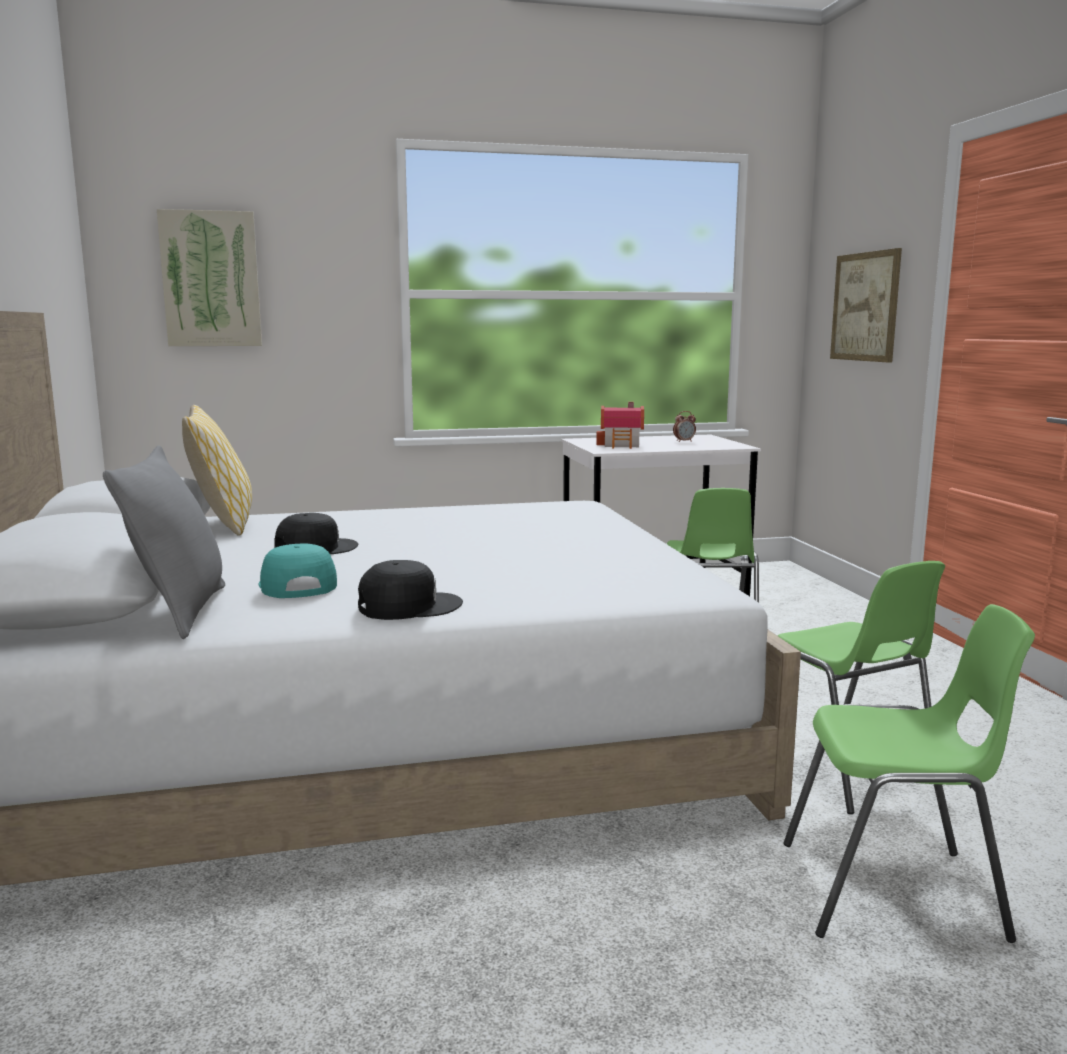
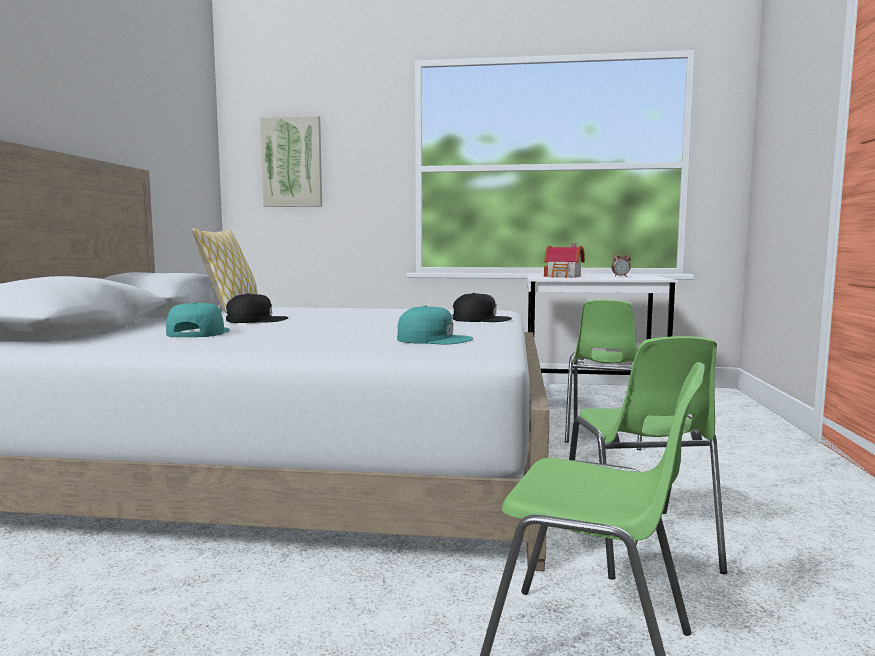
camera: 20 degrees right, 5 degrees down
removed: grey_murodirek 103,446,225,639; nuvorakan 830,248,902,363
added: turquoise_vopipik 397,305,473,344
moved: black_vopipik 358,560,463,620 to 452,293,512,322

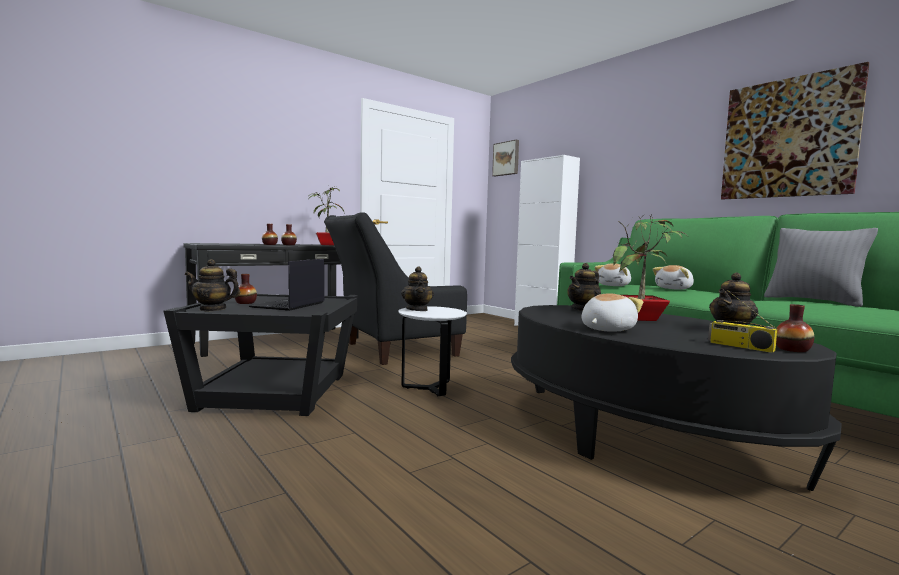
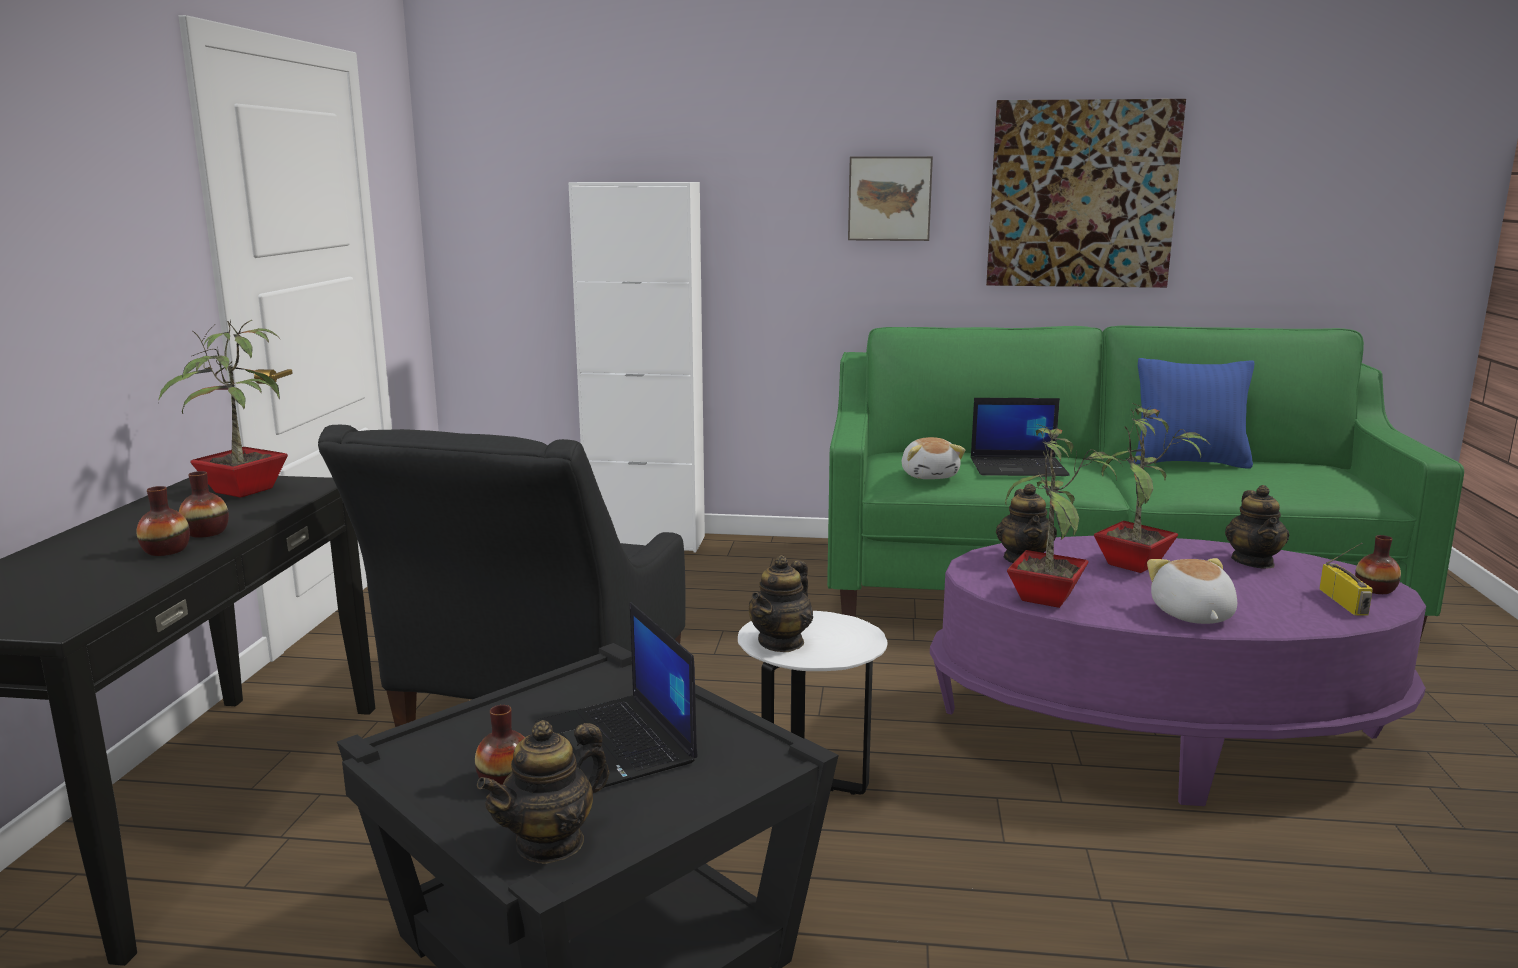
camera: 45 degrees left, 10 degrees up
added: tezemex 1005,424,1123,608
moved: nuvorakan 492,140,519,176 to 848,156,933,241
replaced: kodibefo 653,265,694,290 to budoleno 971,398,1070,476
recoloured: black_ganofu 511,305,842,491 to purple_ganofu 930,536,1426,806; grey_murodirek 764,228,878,307 to blue_murodirek 1134,358,1254,469
turned: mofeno 401,266,434,311 = 749,555,813,652 90 degrees clockwise; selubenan 708,290,778,353 = 1319,543,1373,615 90 degrees counterclockwise

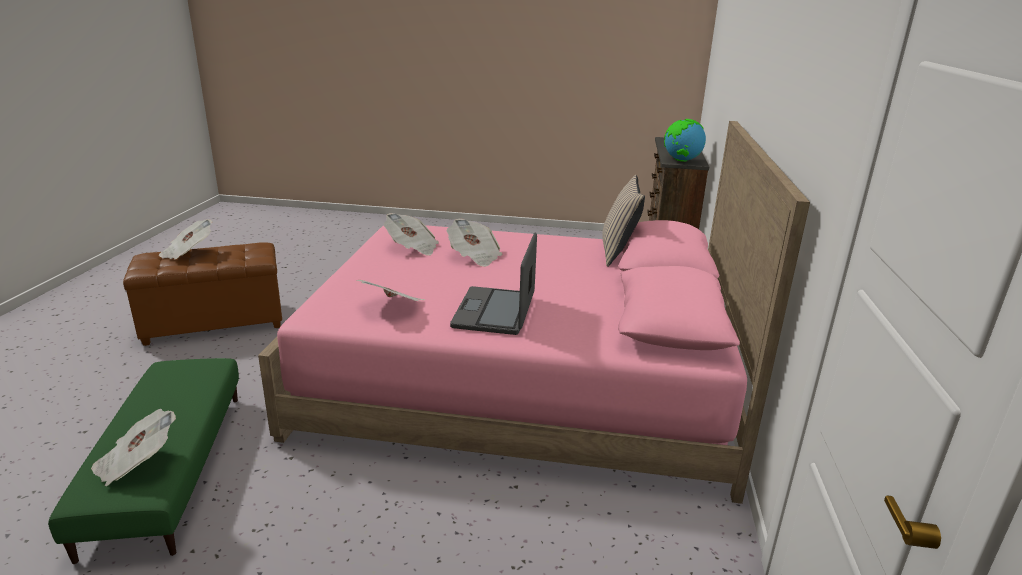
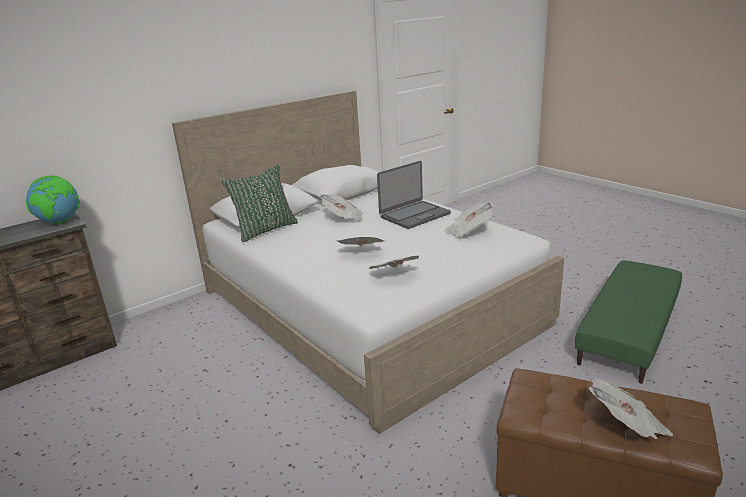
camera: 135 degrees left, 0 degrees up
moved: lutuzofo 91,409,176,486 to 320,194,363,222
recoloured: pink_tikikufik 258,121,810,504 to white_tikikufik 172,90,564,434; beige_murodirek 602,175,645,267 to green_murodirek 222,165,298,242

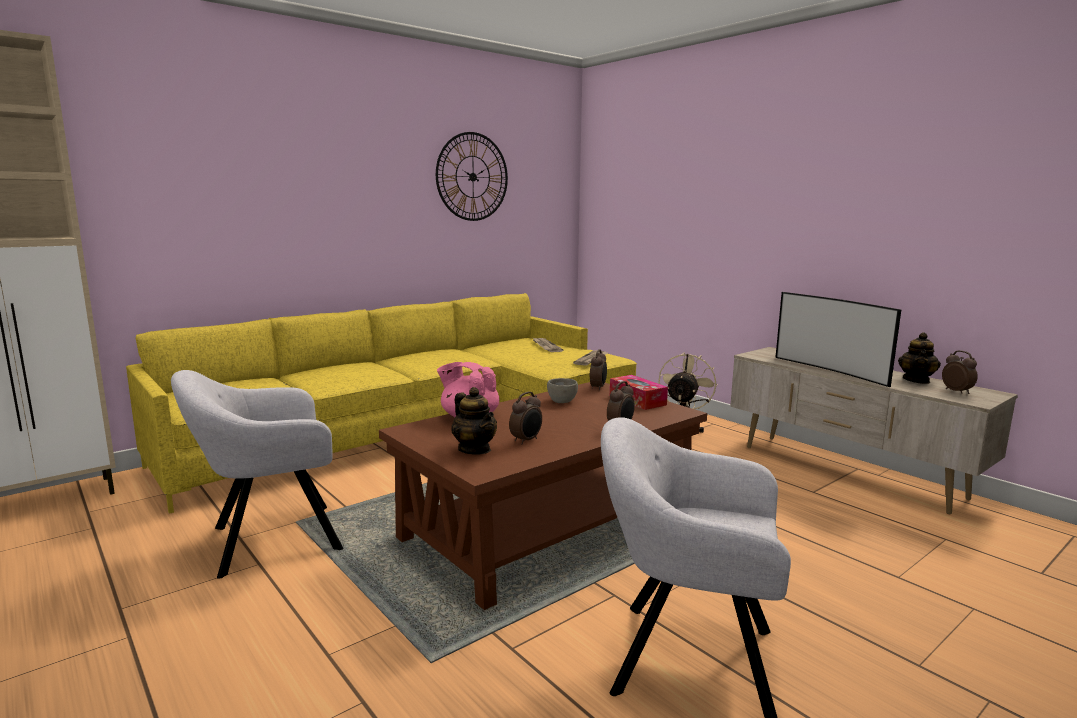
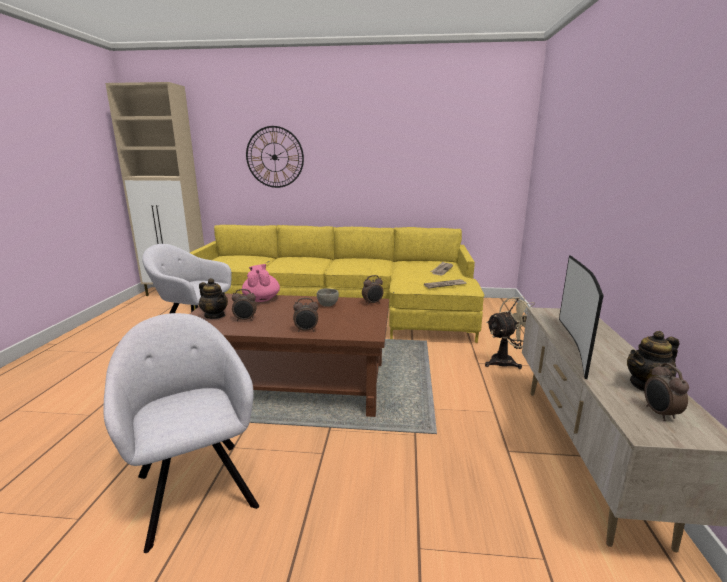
camera: 45 degrees right, 5 degrees up
removed: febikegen 610,375,668,410
moved: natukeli 436,132,508,221 to 246,126,304,188
turned: mofeno 451,387,497,455 = 199,278,228,319 60 degrees counterclockwise; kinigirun 942,350,978,394 = 644,363,689,421 150 degrees clockwise

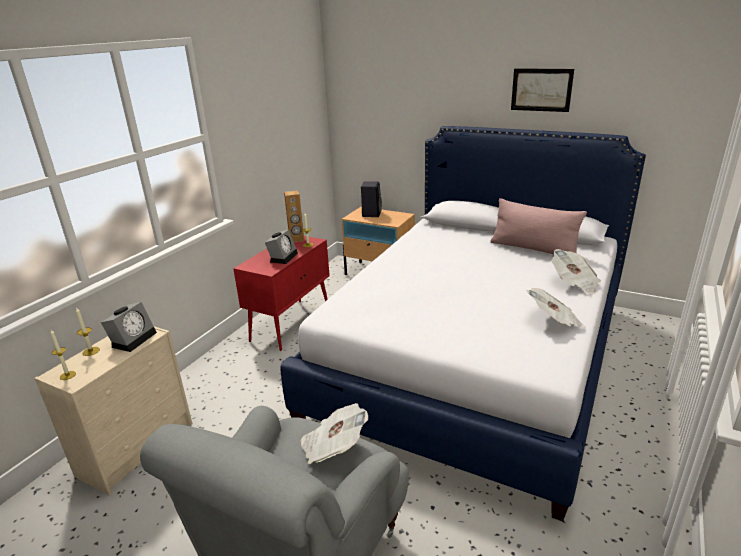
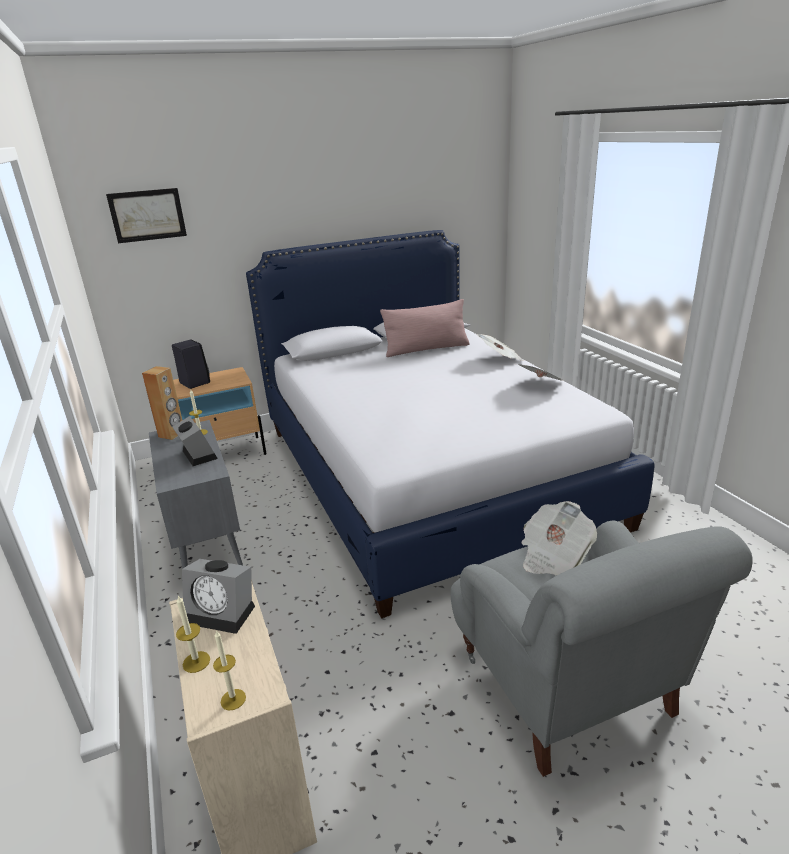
camera: 50 degrees left, 0 degrees up
moved: nuvorakan 511,69,574,112 to 106,188,187,243
recoloured: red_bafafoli 233,236,330,351 to grey_bafafoli 149,420,243,569
turned: kinigirun 101,302,157,352 = 182,559,255,634 135 degrees clockwise

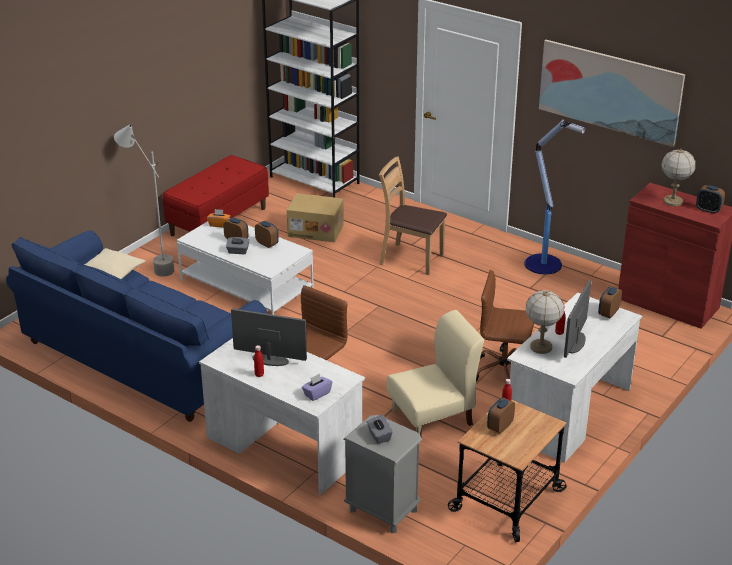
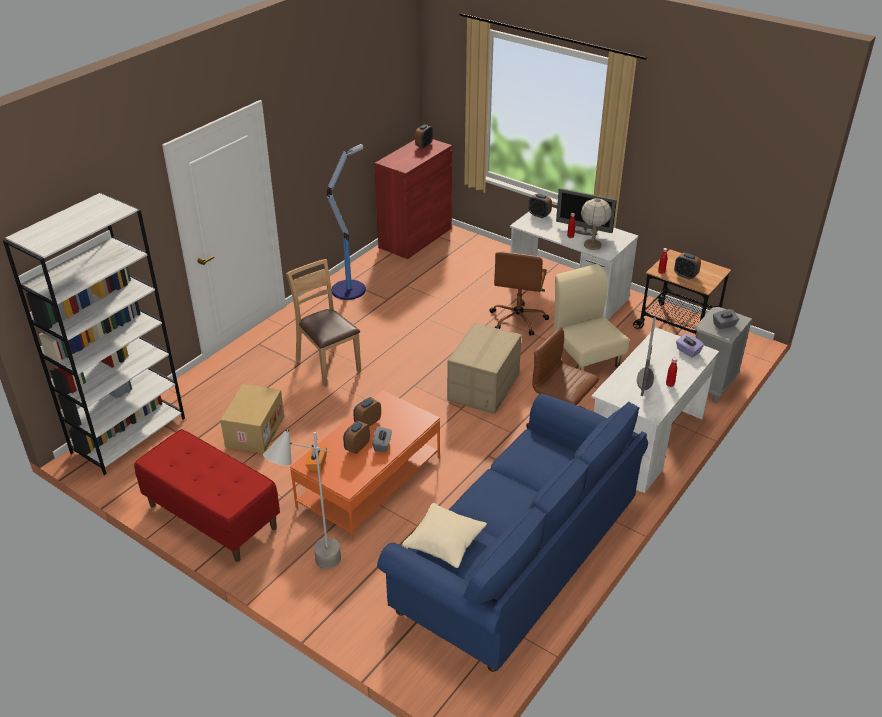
camera: 90 degrees left, 5 degrees up
removed: nuvorakan 539,40,685,147; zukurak 661,149,696,206
added: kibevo 447,323,522,414
recoloured: white_ganofu 177,221,314,315 to orange_ganofu 290,390,440,540
turned: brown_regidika 379,157,447,275 = 286,259,361,387 120 degrees clockwise

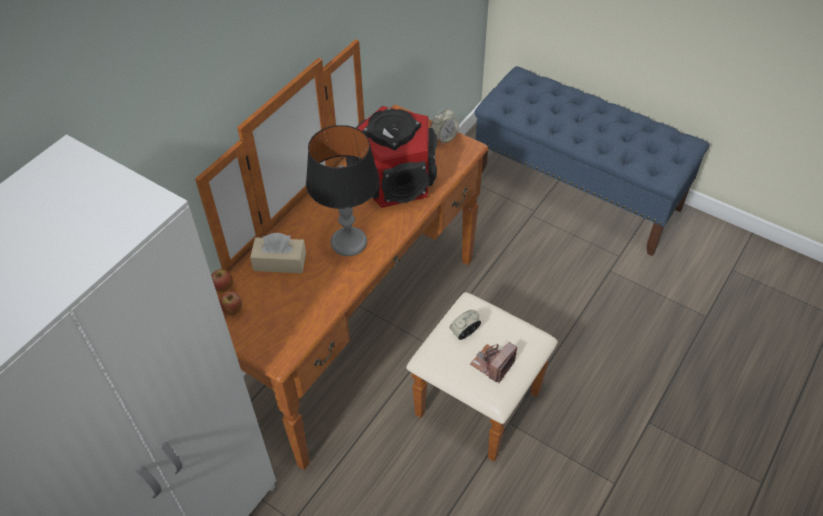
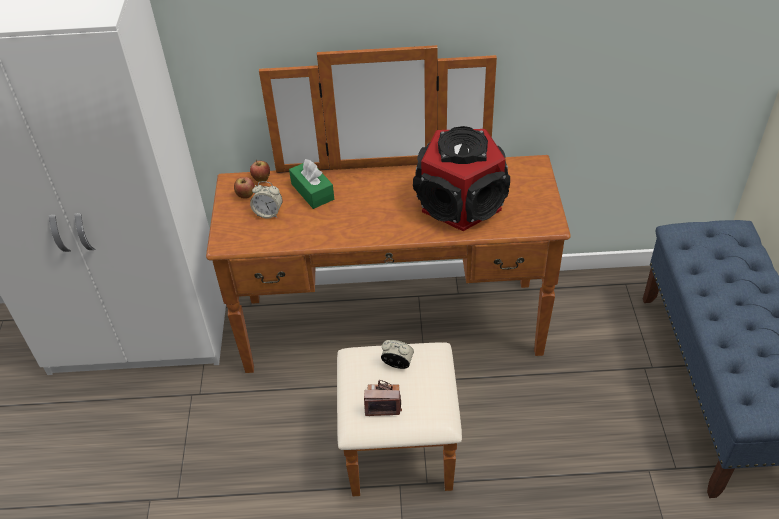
camera: 55 degrees right, 5 degrees down
removed: zukurak 306,125,379,256
moved: kinigirun 431,107,459,145 to 250,181,282,218
recoloured: beige_febikegen 250,233,306,273 to green_febikegen 289,159,334,209

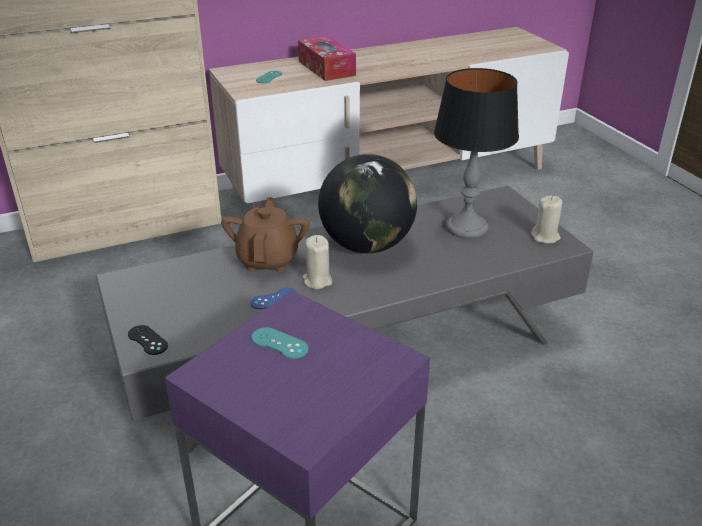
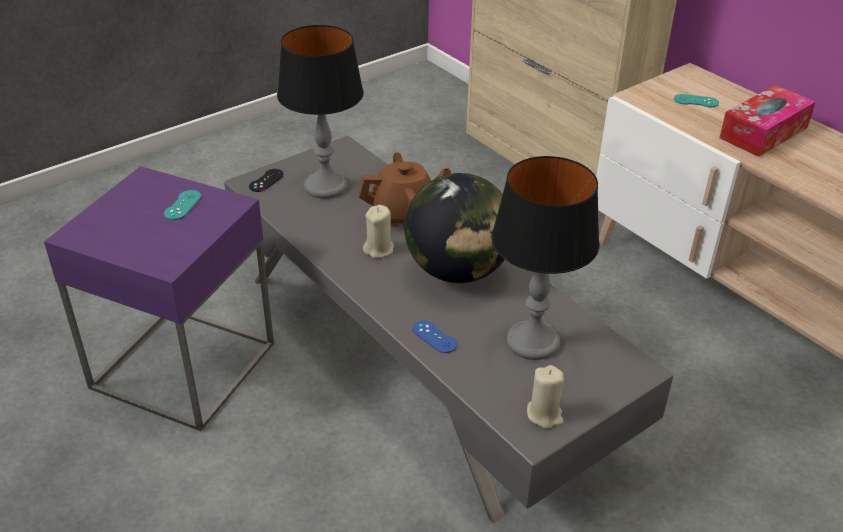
camera: 75 degrees right, 5 degrees up
added: zukurak 277,25,364,199
moved: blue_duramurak 250,288,297,309 to 413,320,457,353

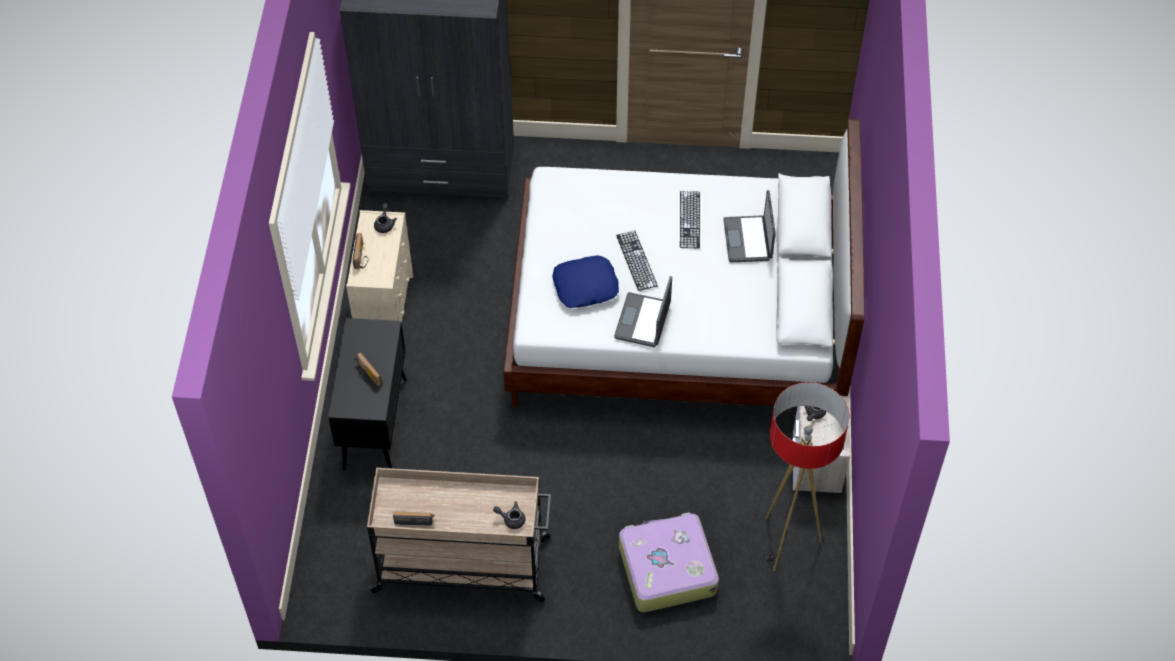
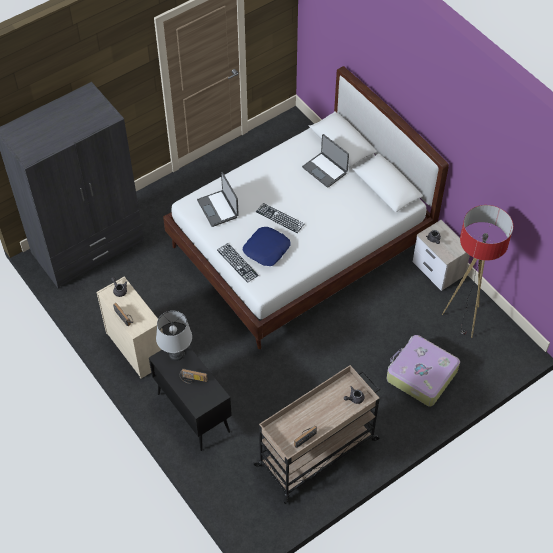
camera: 40 degrees left, 0 degrees up
added: grey_zukurak 156,311,192,361
moved: budoleno 614,276,672,347 to 197,172,239,227; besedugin 680,191,700,248 to 217,243,259,283

